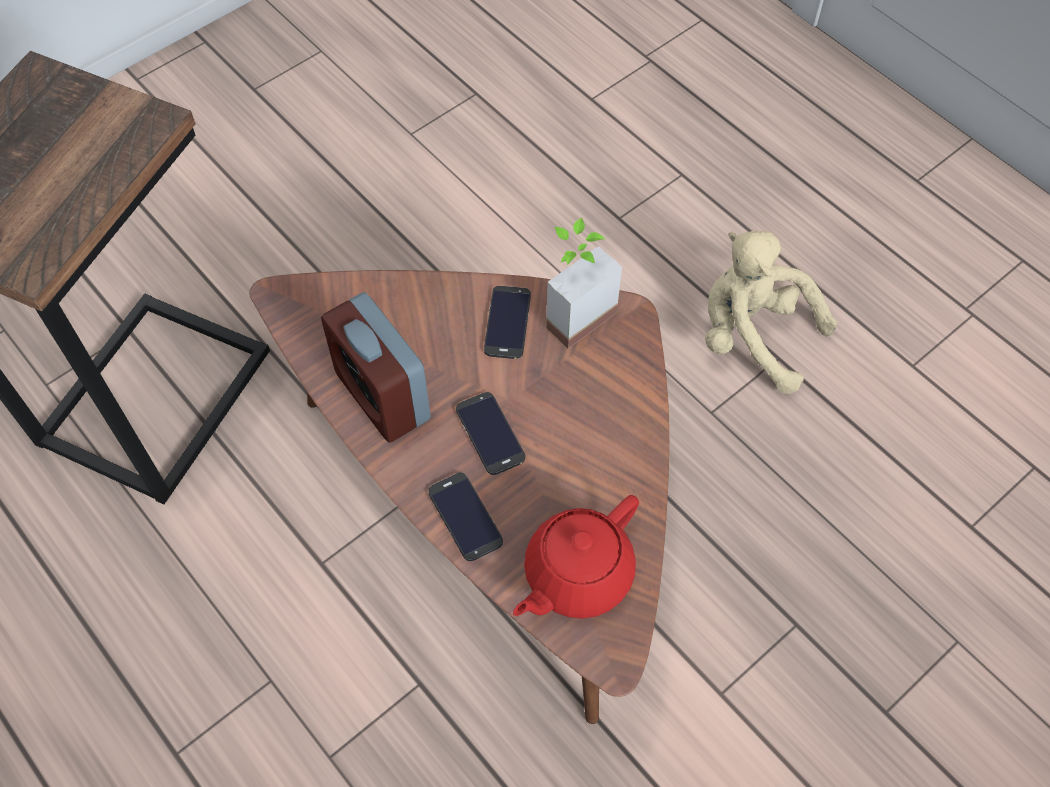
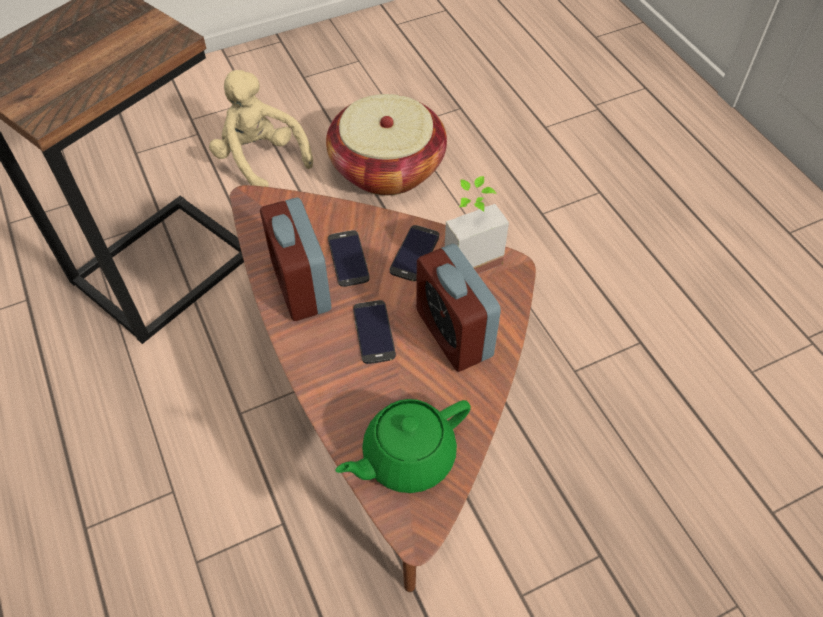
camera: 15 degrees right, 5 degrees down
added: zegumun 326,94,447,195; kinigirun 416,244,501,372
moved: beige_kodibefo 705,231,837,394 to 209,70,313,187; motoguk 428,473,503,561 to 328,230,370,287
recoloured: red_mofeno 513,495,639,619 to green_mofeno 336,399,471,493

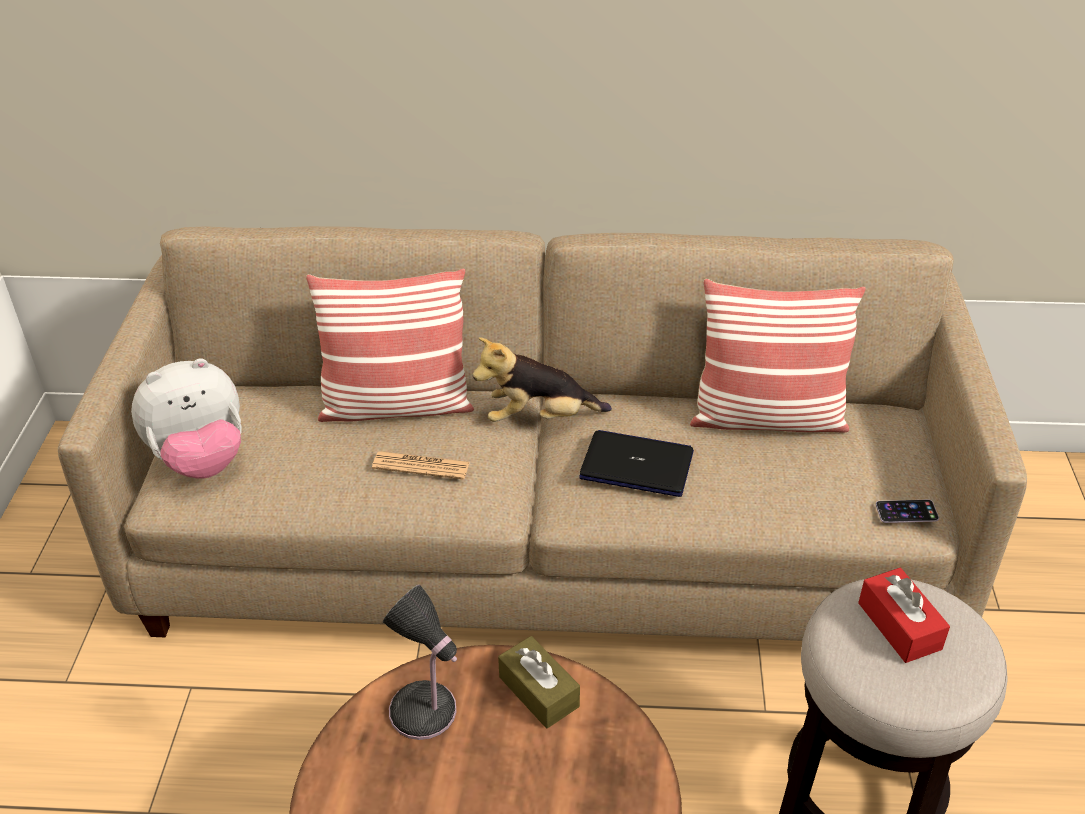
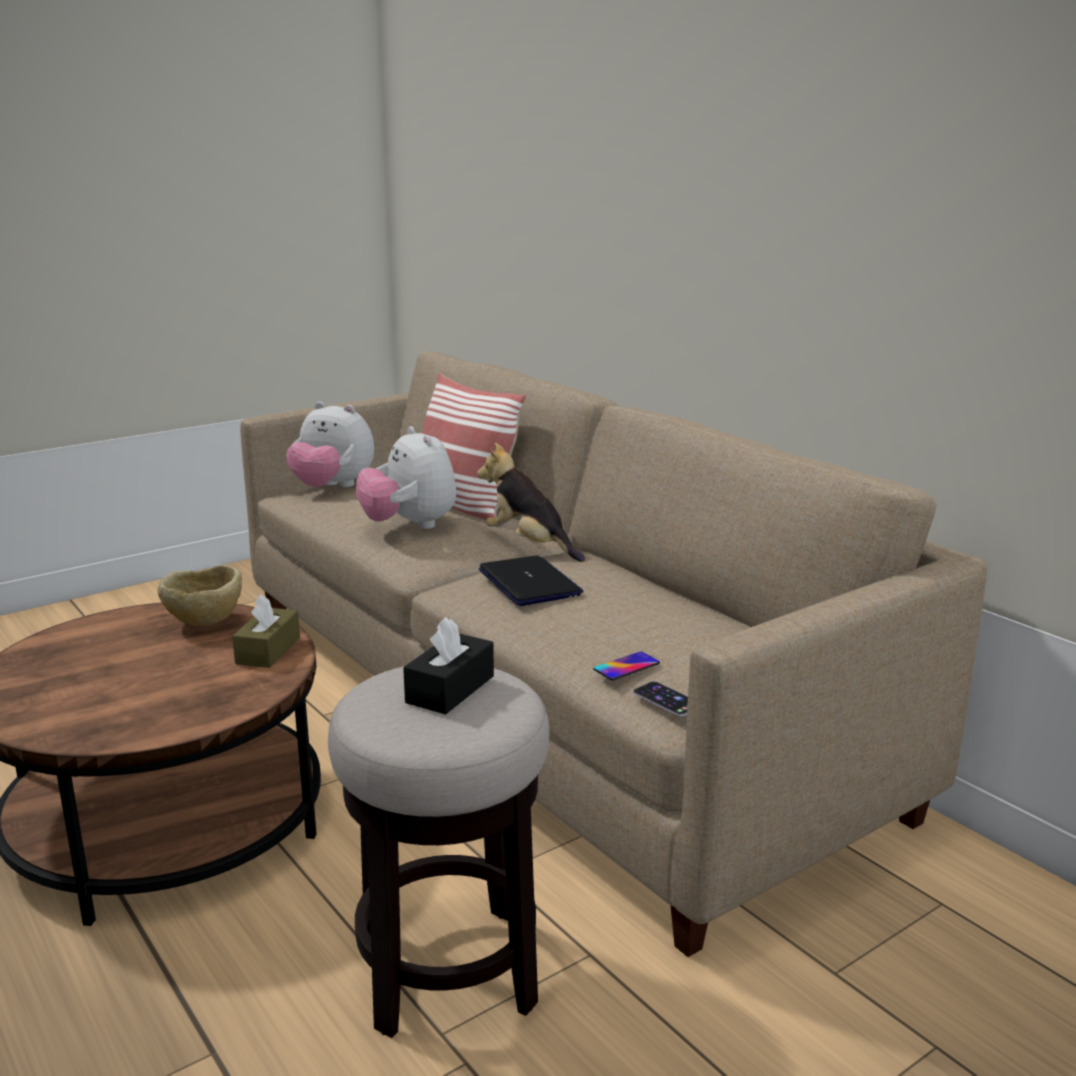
camera: 50 degrees right, 20 degrees down
removed: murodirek 690,279,866,433
added: motoguk 593,651,660,680
replaced: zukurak 383,584,457,740 to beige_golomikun 158,565,242,626; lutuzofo 372,451,470,480 to kodibefo 356,426,456,529
recoloured: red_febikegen 858,568,950,663 to black_febikegen 403,617,494,714

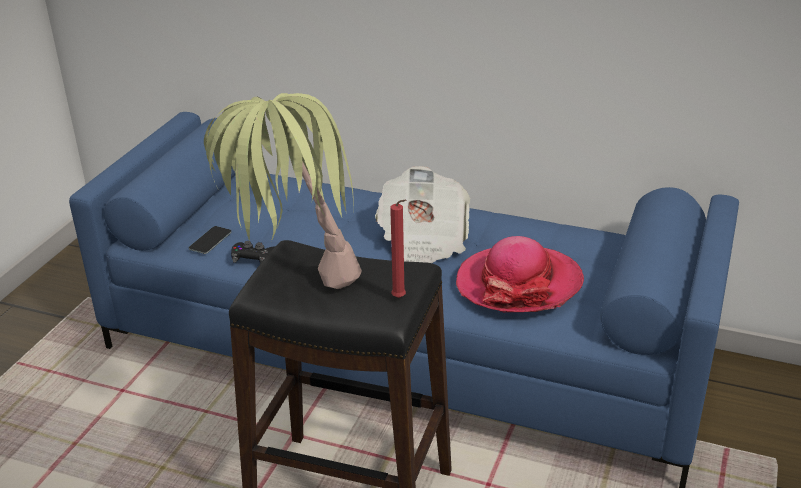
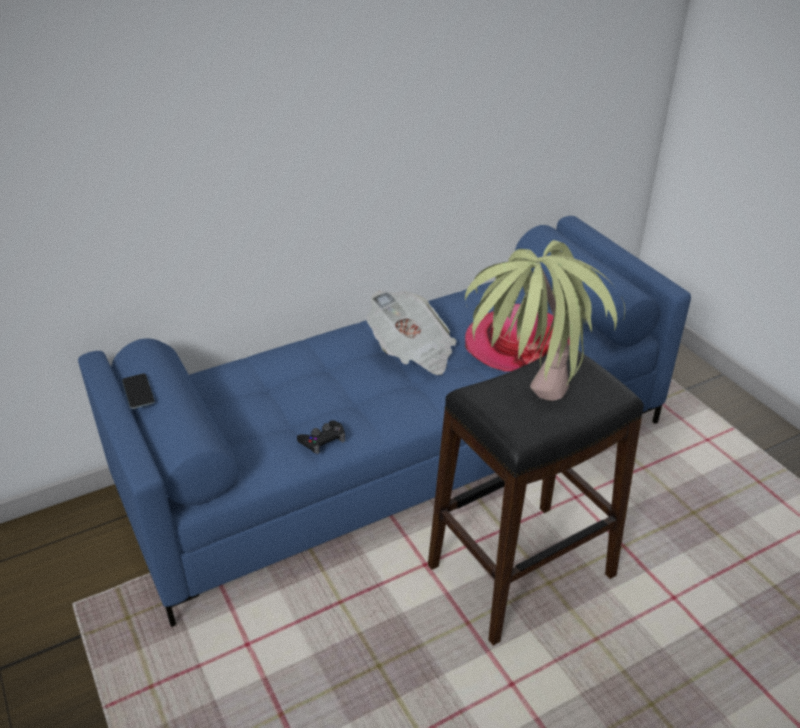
camera: 50 degrees left, 5 degrees up
removed: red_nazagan 390,199,406,298
moved: motoguk 189,226,232,254 to 122,373,155,409

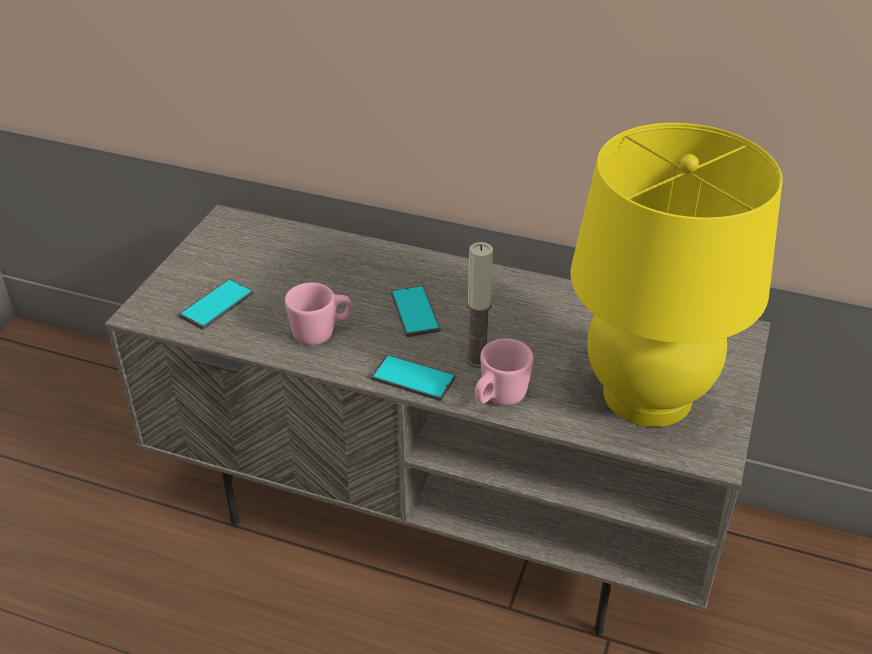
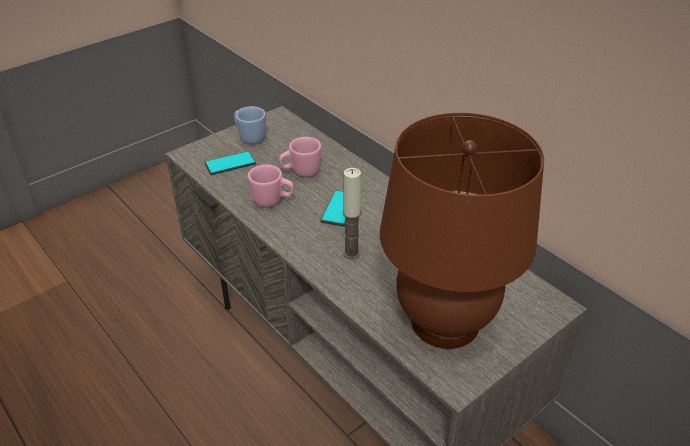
camera: 30 degrees right, 0 degrees up
removed: motoguk 371,354,455,401
added: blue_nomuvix 234,106,266,144
moved: pink_nomuvix 475,339,534,406 to 279,137,321,177
recoloured: yellow_zukurak 571,123,783,427 to brown_zukurak 380,113,544,349

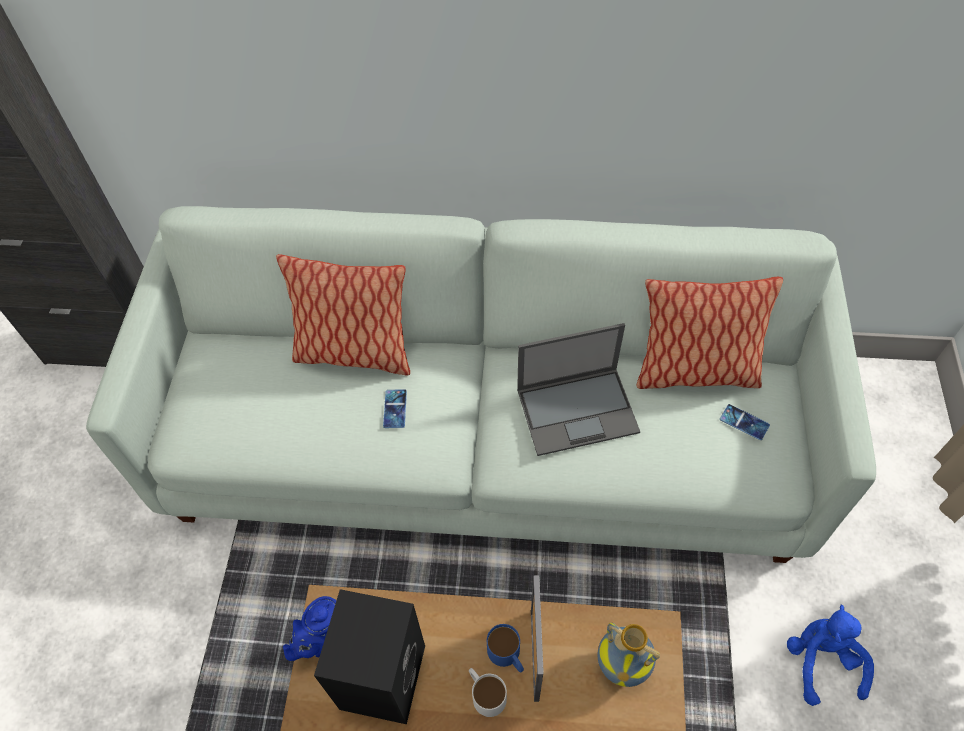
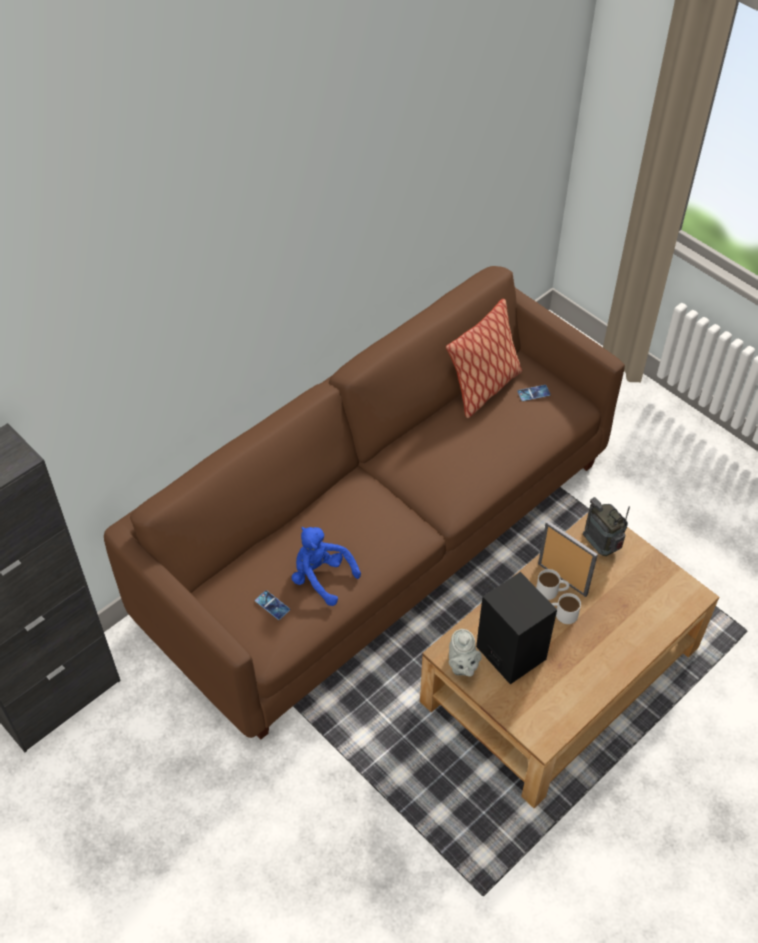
camera: 50 degrees left, 5 degrees down
removed: murodirek 276,254,410,376; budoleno 517,323,640,456
moved: motoguk 383,390,407,428 to 255,590,290,620; blue_kodibefo 787,604,874,706 to 292,527,361,606
replaced: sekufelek 597,622,660,687 to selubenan 583,497,630,556
recoloured: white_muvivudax 86,206,876,563 to brown_muvivudax 104,266,625,740; blue_mofeno 283,596,337,661 to grey_mofeno 449,629,482,677; blue_nomuvix 487,624,524,673 to white_nomuvix 536,569,569,600

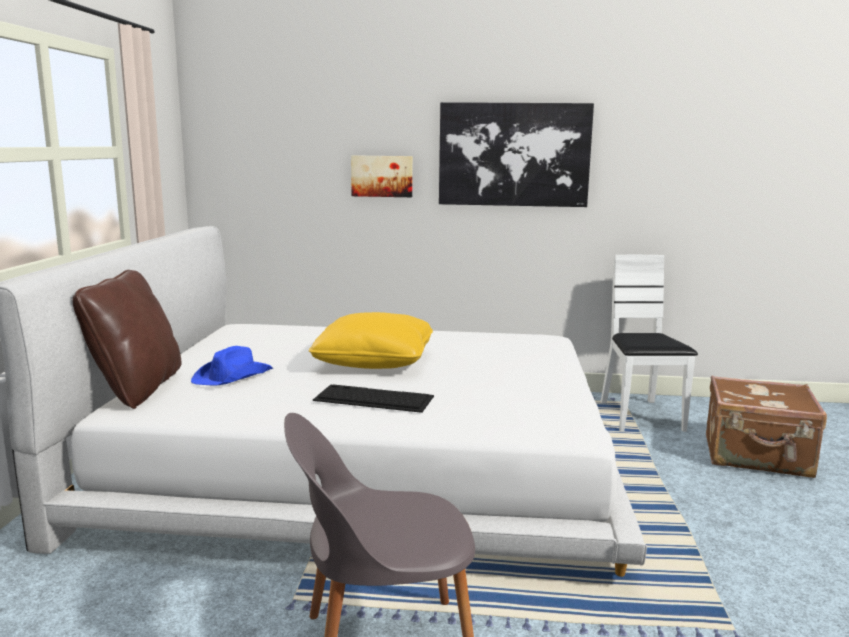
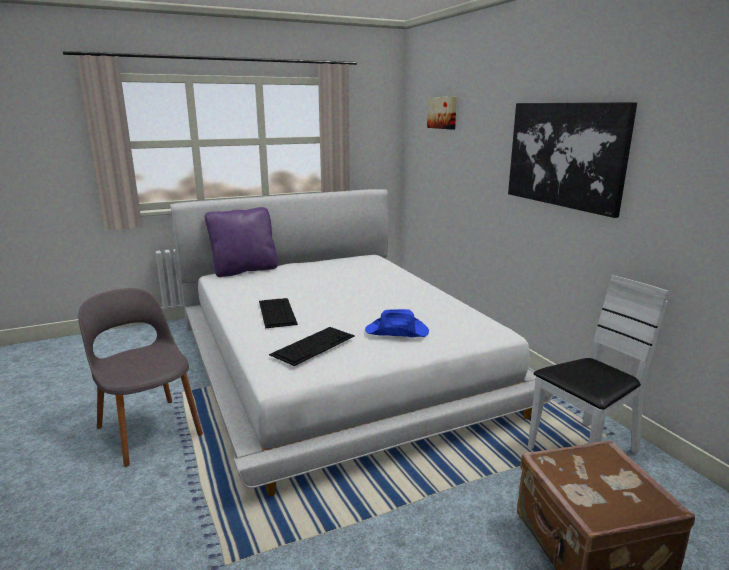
camera: 60 degrees right, 5 degrees up
removed: yellow_murodirek 309,312,433,369
added: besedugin 269,327,355,366
moved: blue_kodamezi 191,346,274,386 to 365,309,429,337; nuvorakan 351,155,413,197 to 427,97,457,129
recoloured: brown_murodirek 72,270,182,409 to purple_murodirek 205,207,278,277

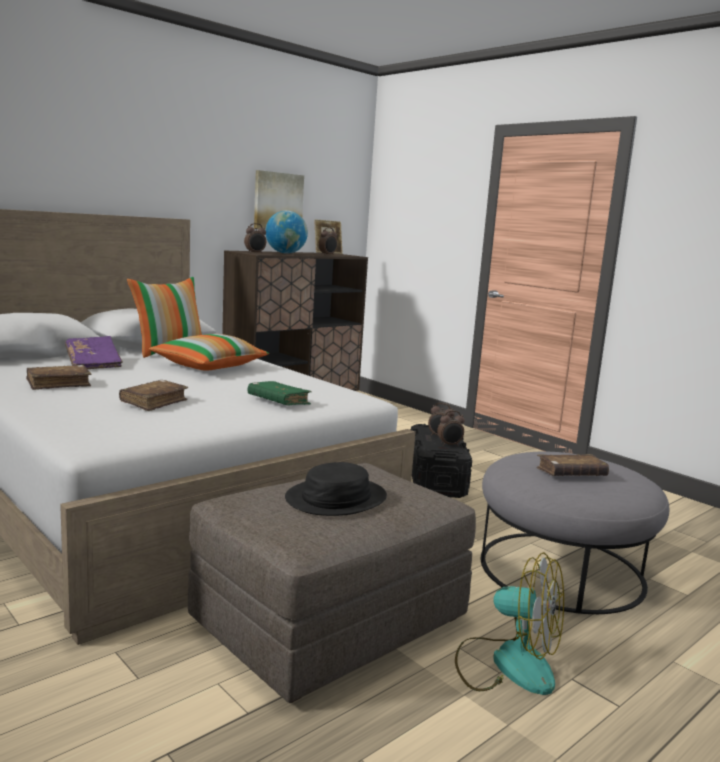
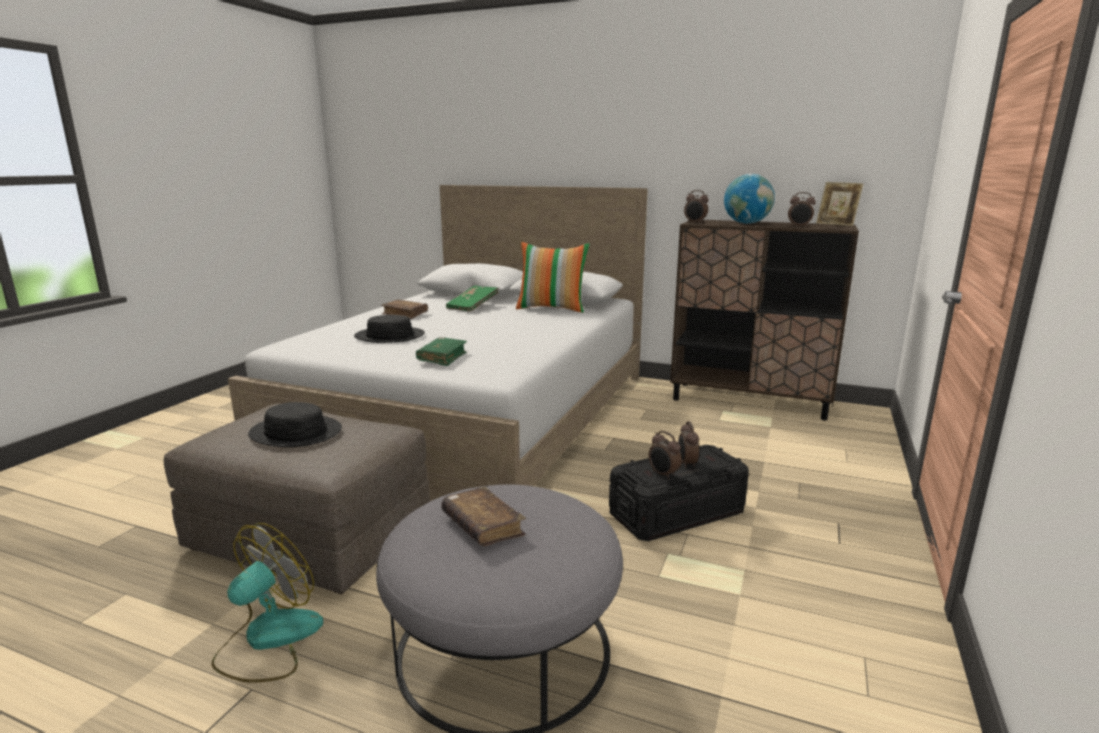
camera: 65 degrees right, 5 degrees up
removed: murodirek 149,334,269,371; nuvorakan 254,170,304,229
replaced: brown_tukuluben 119,380,188,411 to black_kodamezi 354,315,425,343
recoloured: purple_tukuluben 65,336,123,369 to green_tukuluben 446,286,499,312
turned: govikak 455,552,564,695 = 211,523,323,683 150 degrees counterclockwise

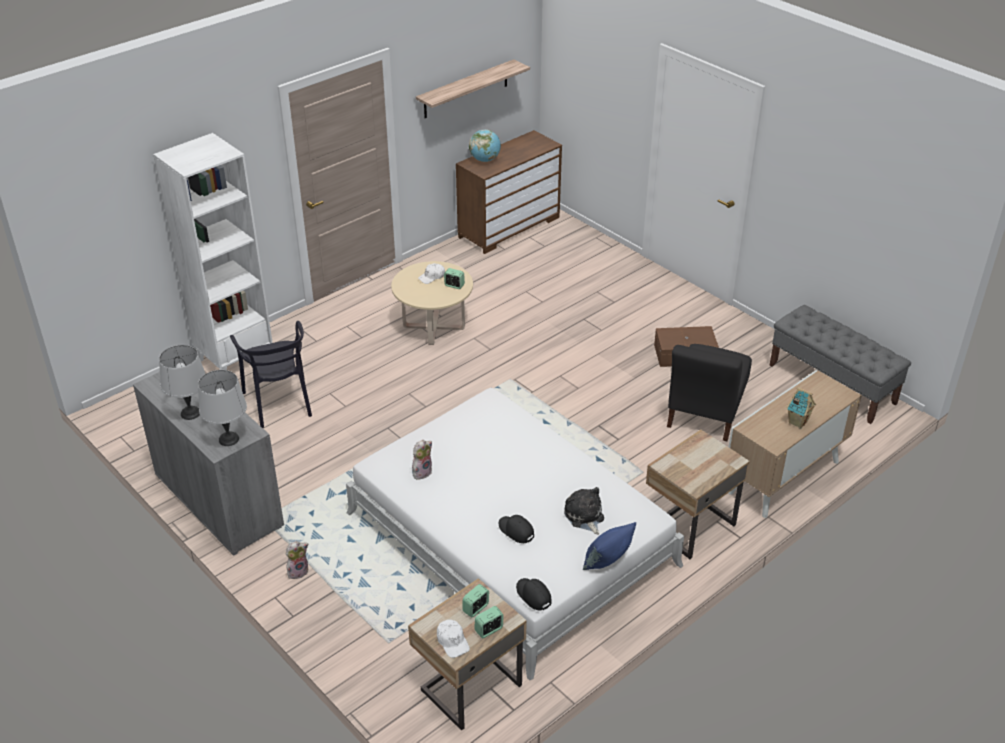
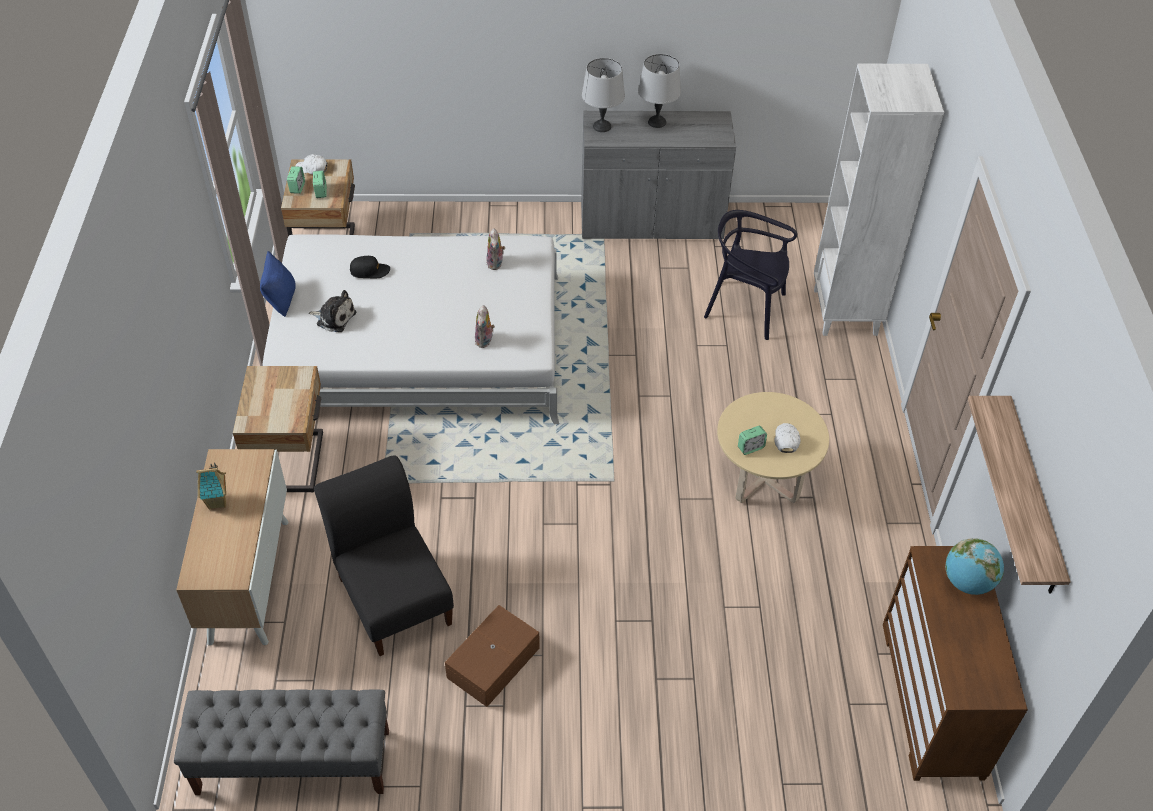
camera: 130 degrees right, 10 degrees up
removed: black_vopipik 516,578,552,611
moved: kodibefo 286,541,308,579 to 475,305,495,348

